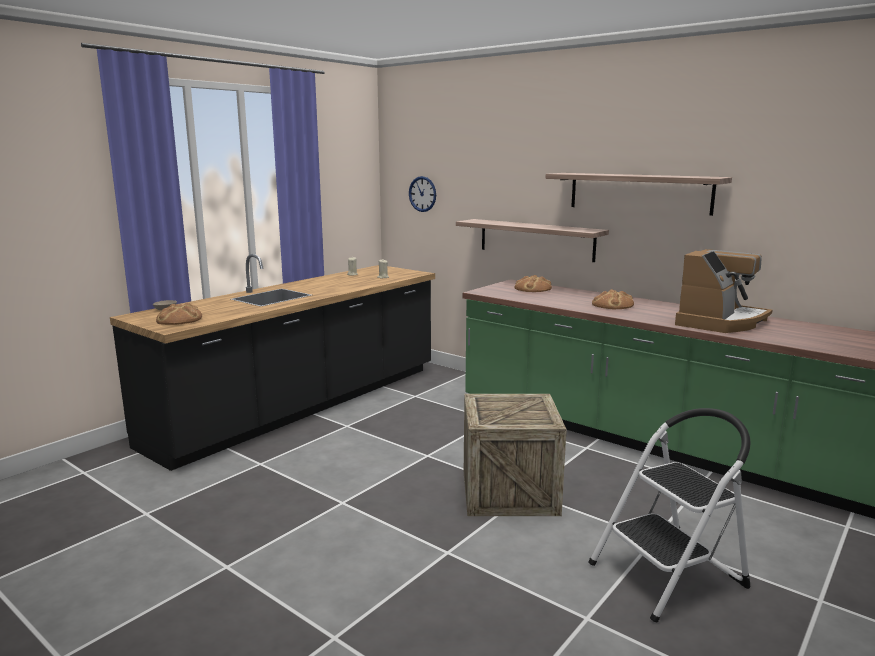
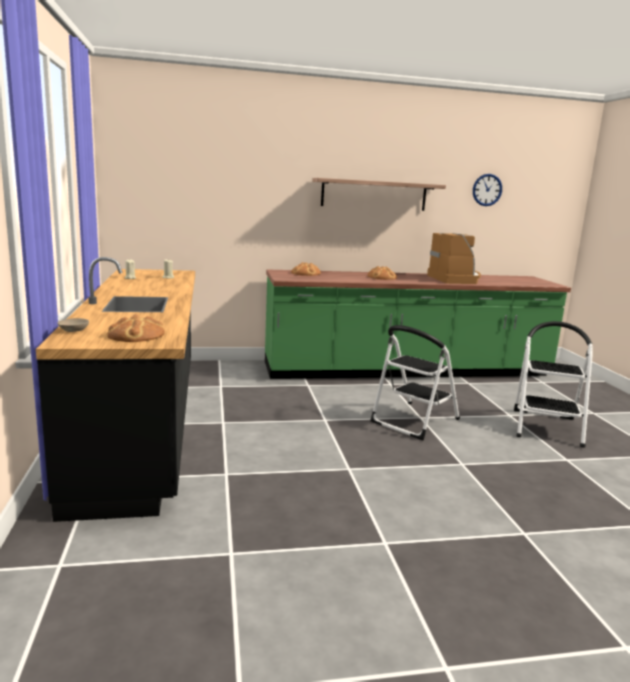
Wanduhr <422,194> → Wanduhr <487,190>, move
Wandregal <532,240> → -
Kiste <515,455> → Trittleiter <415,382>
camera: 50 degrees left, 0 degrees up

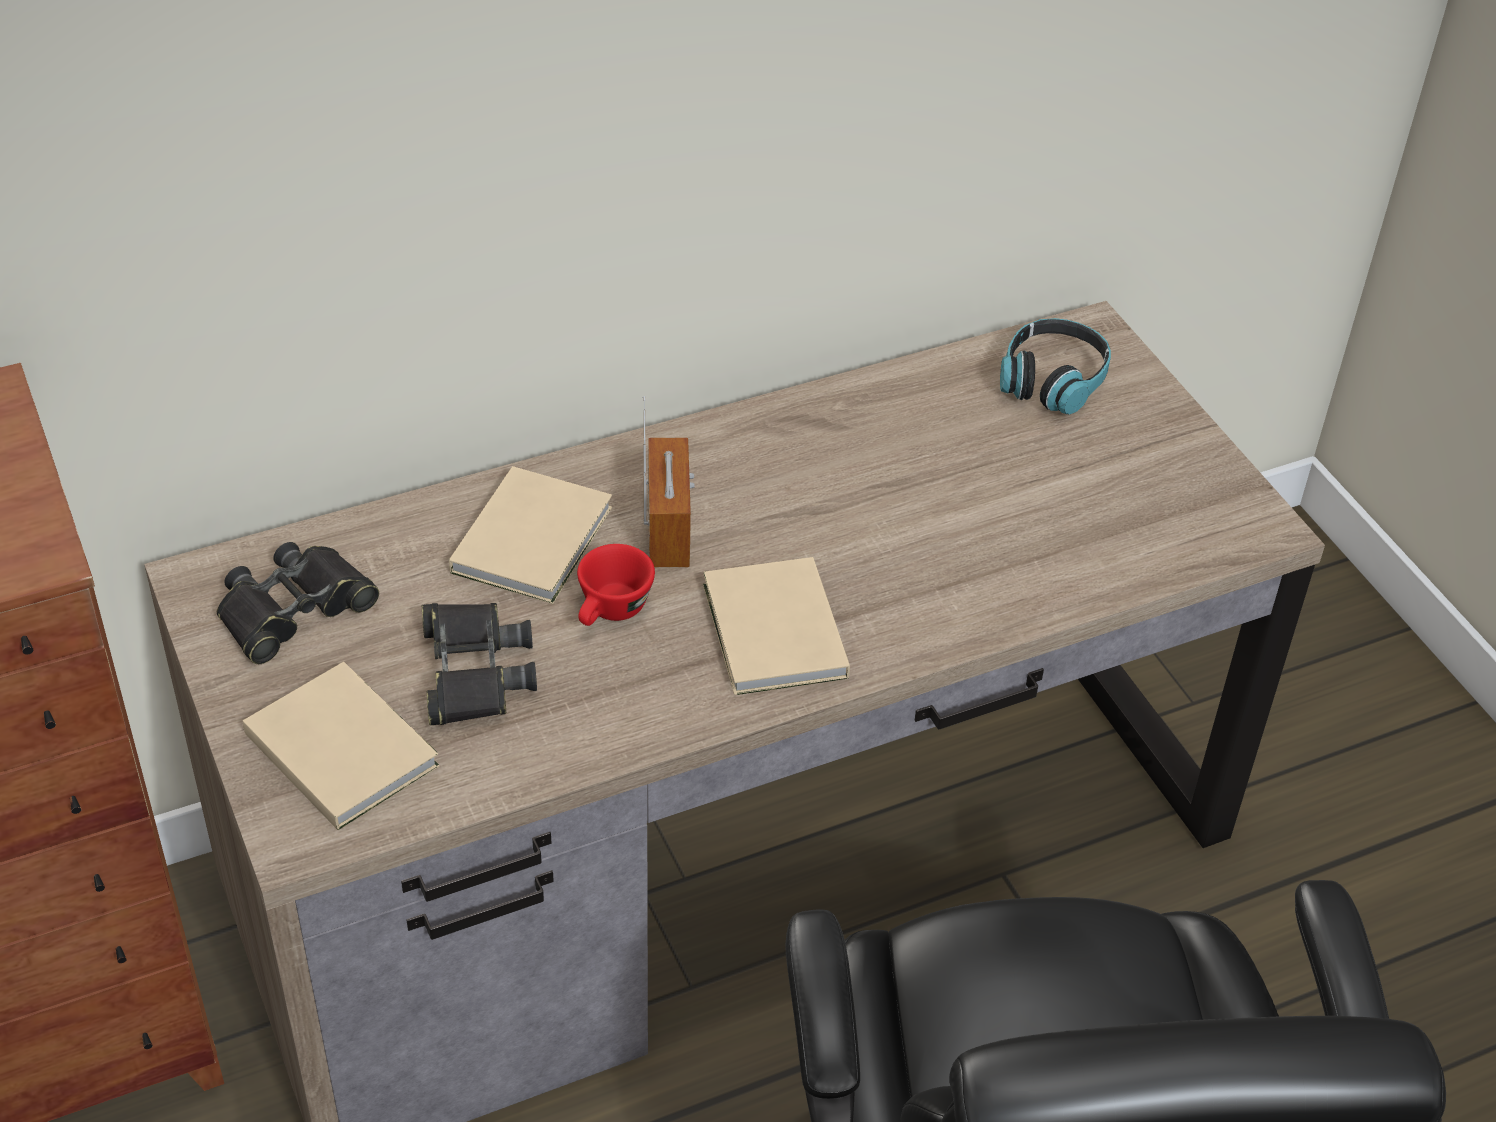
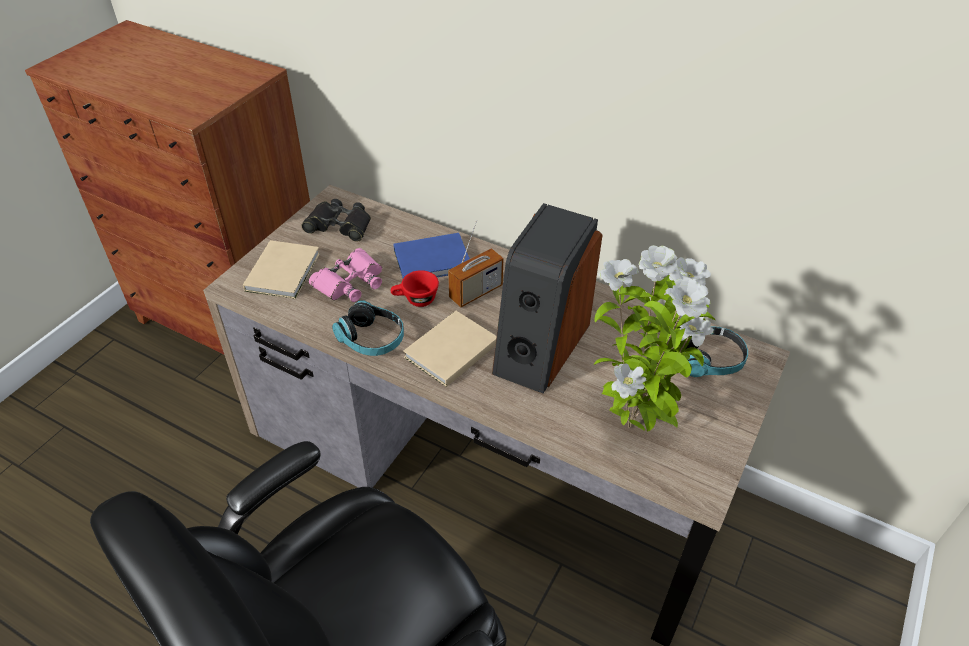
Fernglas [schwarz] <479,664> → Fernglas [rosa] <345,275>
Buch [beige] <530,535> → Buch [blau] <431,255>
- → Kopfhörer <368,328>
- → Lautsprecher <547,298>
- → Topfpflanze <655,338>
camera: 55 degrees right, 0 degrees up

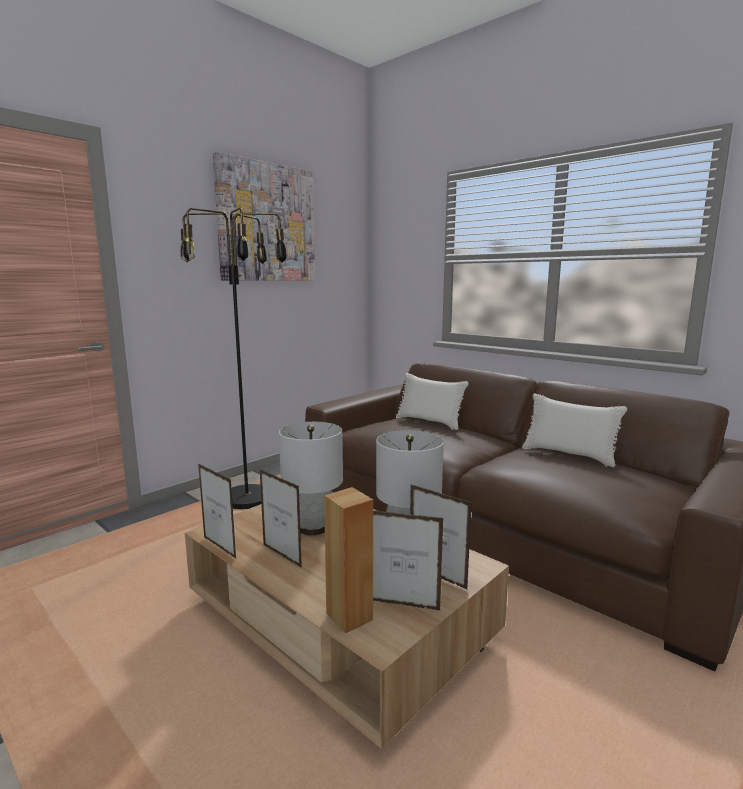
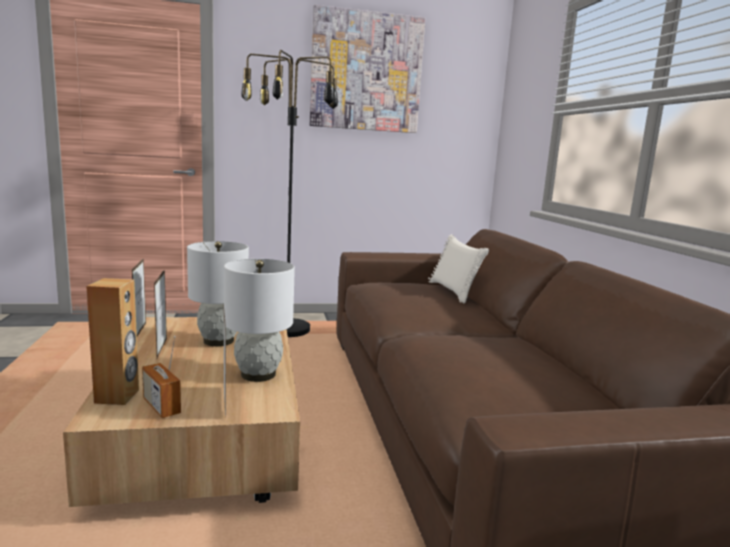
Bilderrahmen <408,561> → Radio <161,377>
Kissen [weiß] <574,430> → -
camera: 35 degrees right, 0 degrees up

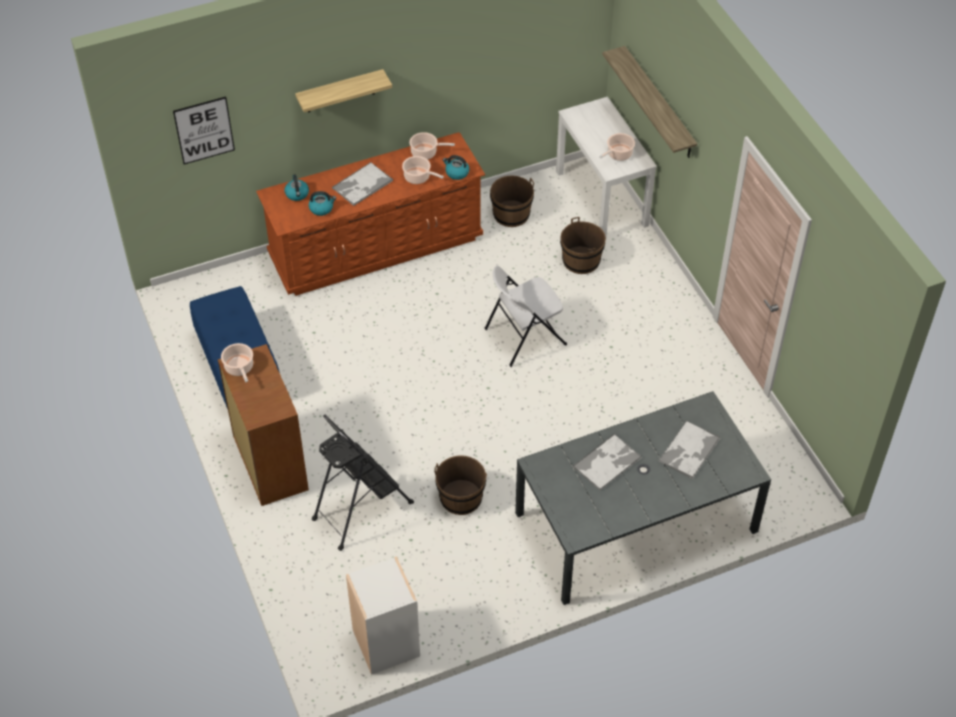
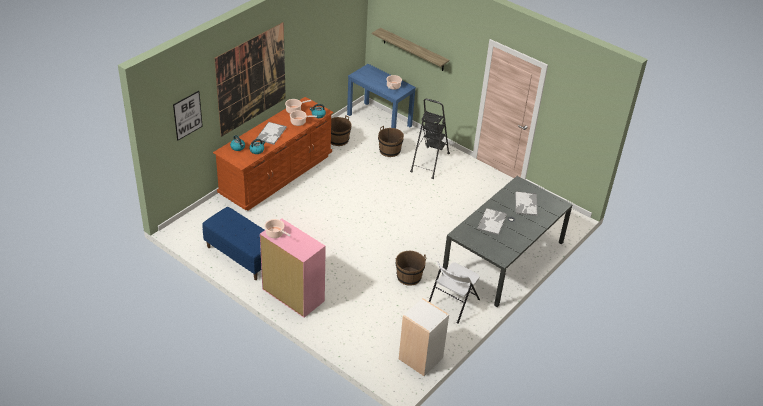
Schrank [braun] <263,425> → Schrank [rosa] <293,268>
Wandregal <343,91> → Bild <250,79>
Trittleiter <363,482> → Trittleiter <430,139>, move
Stuhl [weiß] <526,316> → Stuhl [weiß] <454,292>, move
Konsolentisch [weiß] <606,166> → Konsolentisch [blau] <381,96>
camera: 30 degrees left, 10 degrees down

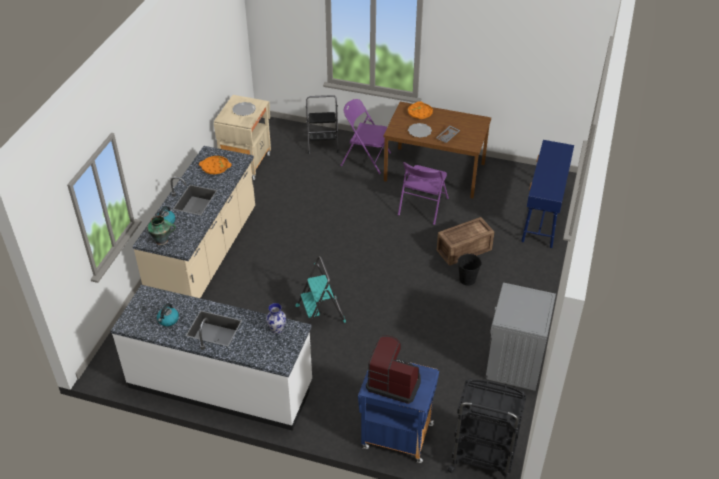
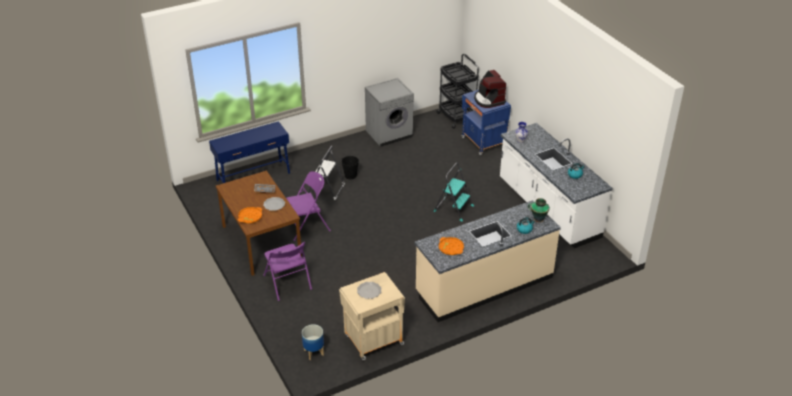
Trittleiter [schwarz] <323,124> → -
Kiste <466,241> → Trittleiter [weiß] <326,172>
- → Pflanzkübel <313,342>
camera: 135 degrees left, 5 degrees down

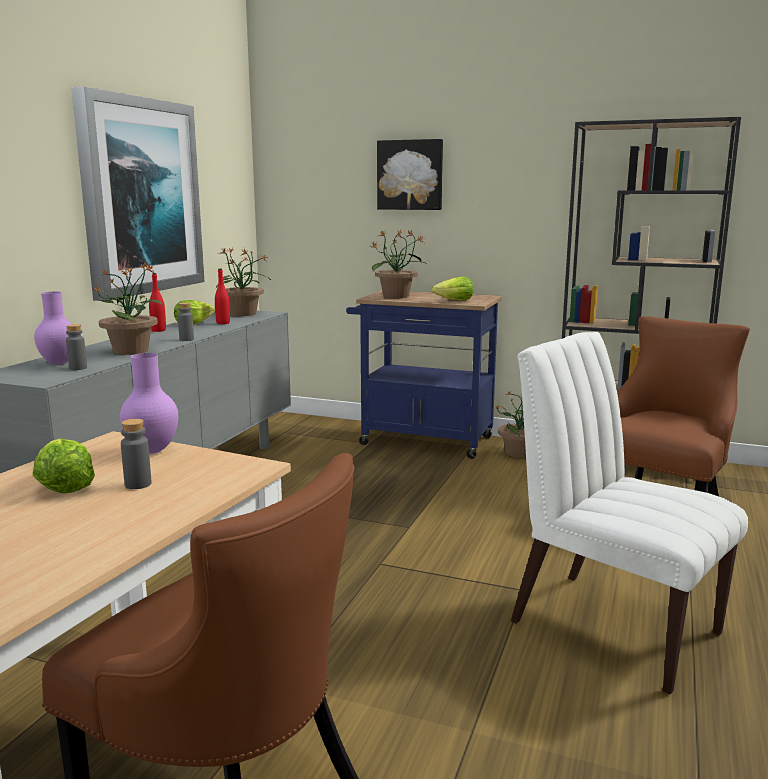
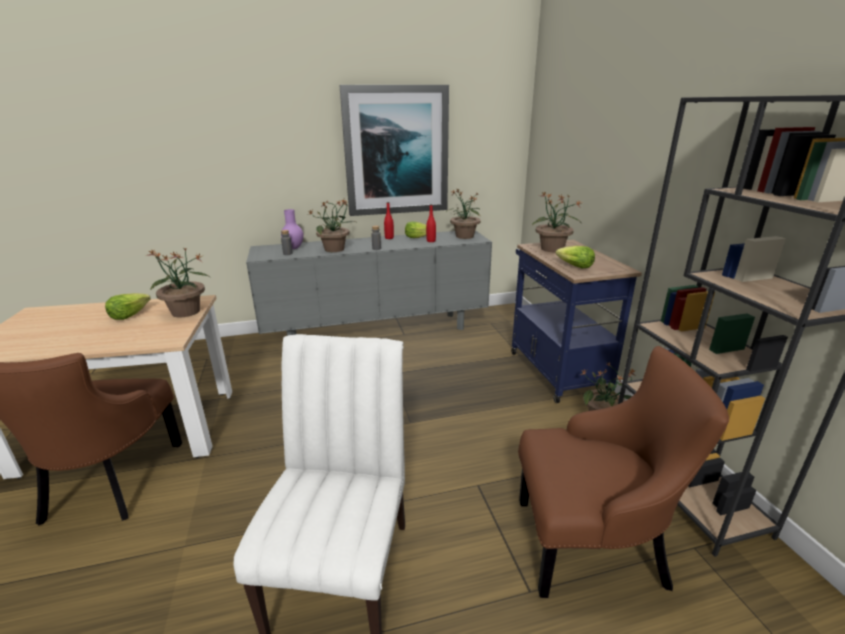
Vase [lila] <149,403> → Topfpflanze <177,283>
Flasche [grau] <136,454> → -
Bild <410,174> → -
camera: 55 degrees right, 10 degrees up

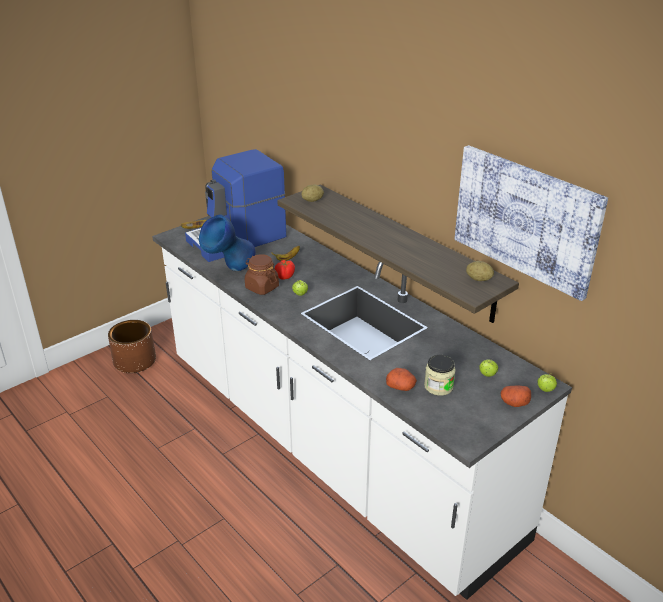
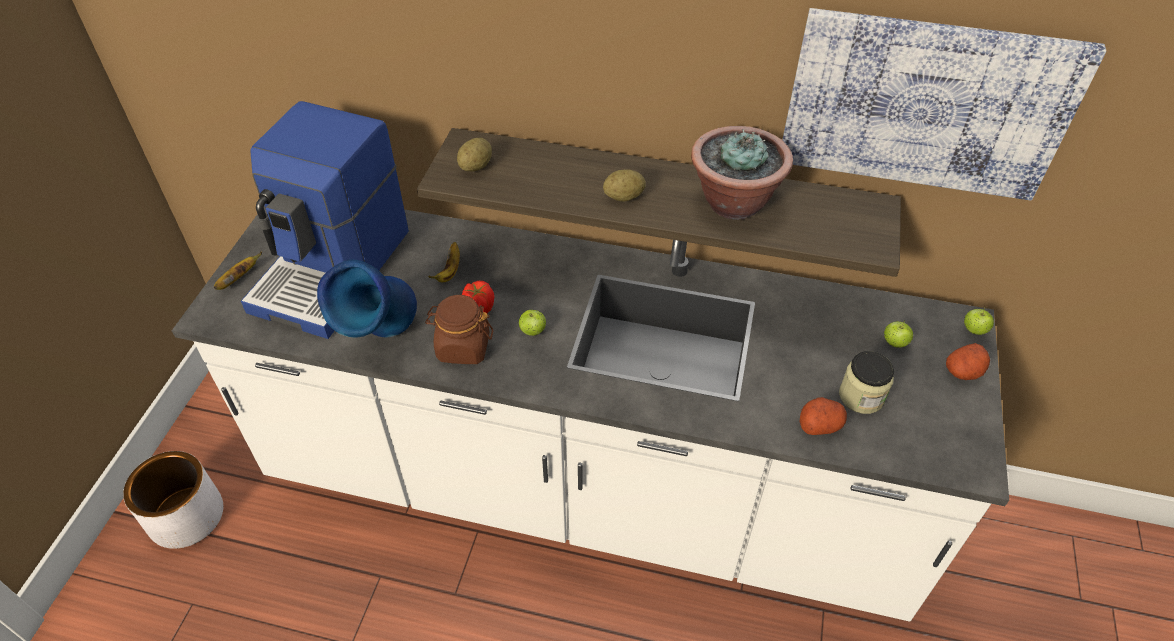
Pflanzkübel [braun] <132,346> → Pflanzkübel [weiß] <173,500>
Kartoffel <480,271> → Kartoffel <624,185>, move
- → Topfpflanze <742,173>
camera: 35 degrees left, 15 degrees up

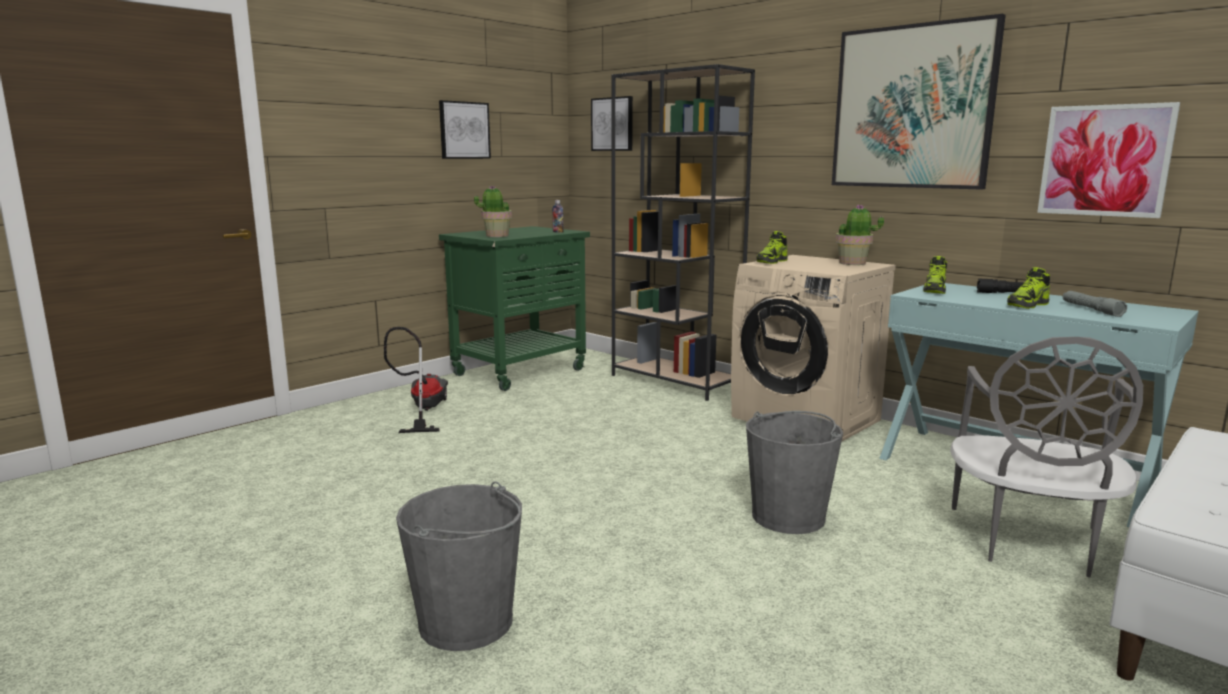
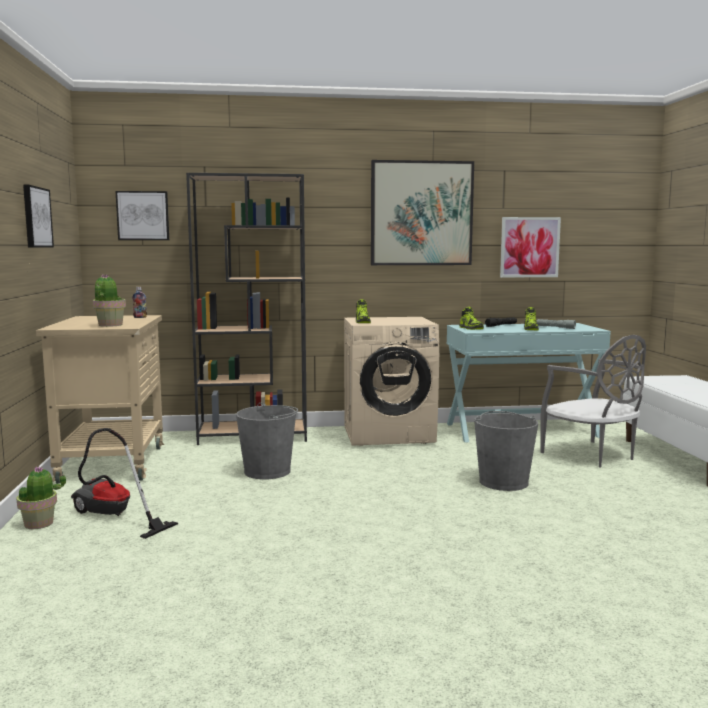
Eimer [grau] <459,566> → Eimer [grau] <267,441>, move
Rollwagen [grün] <514,308> → Rollwagen [beige] <100,399>
Topfpflanze <860,235> → Topfpflanze <41,497>, move
camera: 50 degrees left, 5 degrees down

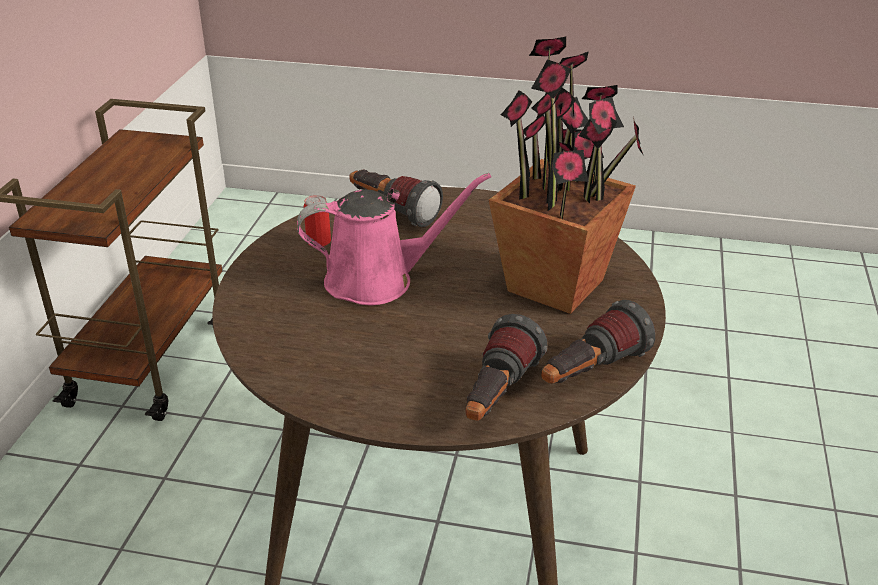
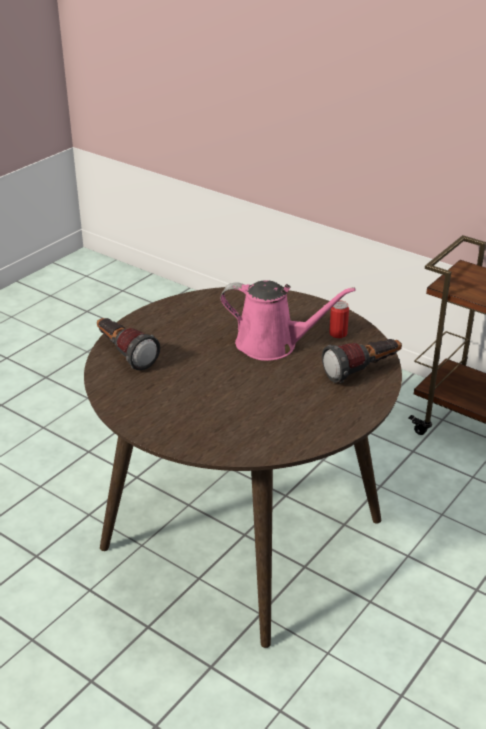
Gießkanne [rosa] <394,239> → Gießkanne [rosa] <288,320>, 90 degrees counterclockwise
Topfpflanze <566,175> → -
Taschenlampe <598,342> → -
camera: 115 degrees right, 0 degrees up

